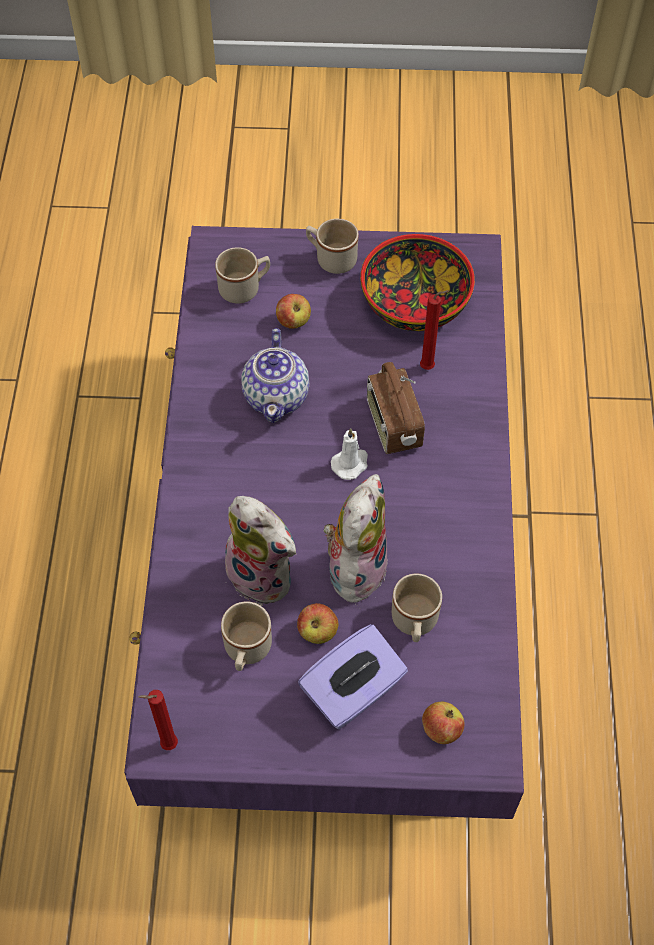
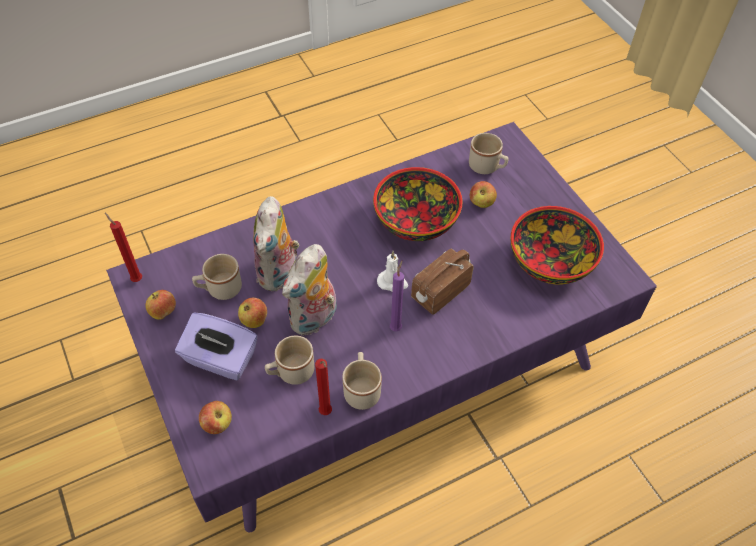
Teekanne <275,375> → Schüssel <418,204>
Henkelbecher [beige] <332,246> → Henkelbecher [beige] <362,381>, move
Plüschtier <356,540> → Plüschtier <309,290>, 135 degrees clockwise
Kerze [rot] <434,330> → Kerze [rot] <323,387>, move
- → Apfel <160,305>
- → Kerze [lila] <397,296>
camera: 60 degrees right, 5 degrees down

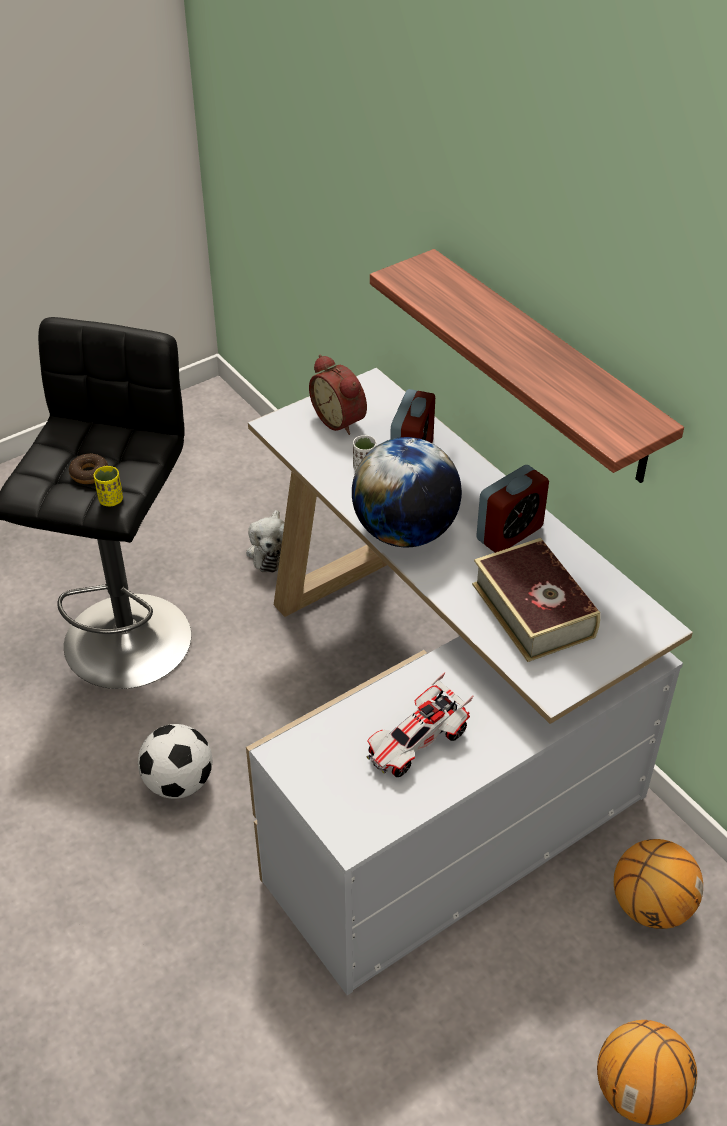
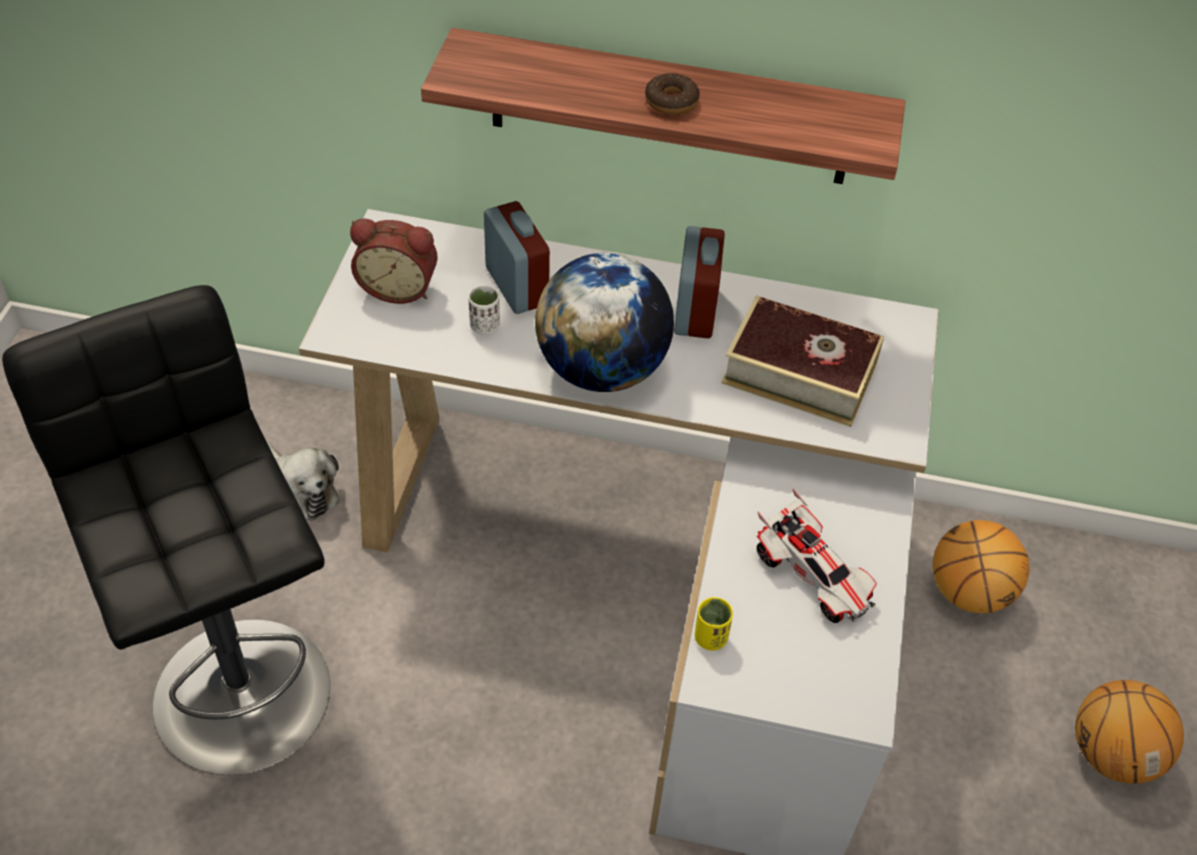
Donut <88,469> → Donut <672,94>, move
Tasse [gelb] <108,486> → Tasse [gelb] <714,624>, move
Fußball <175,761> → -
Spielzeugauto <419,724> → Spielzeugauto <817,555>, 45 degrees counterclockwise
camera: 45 degrees left, 5 degrees up

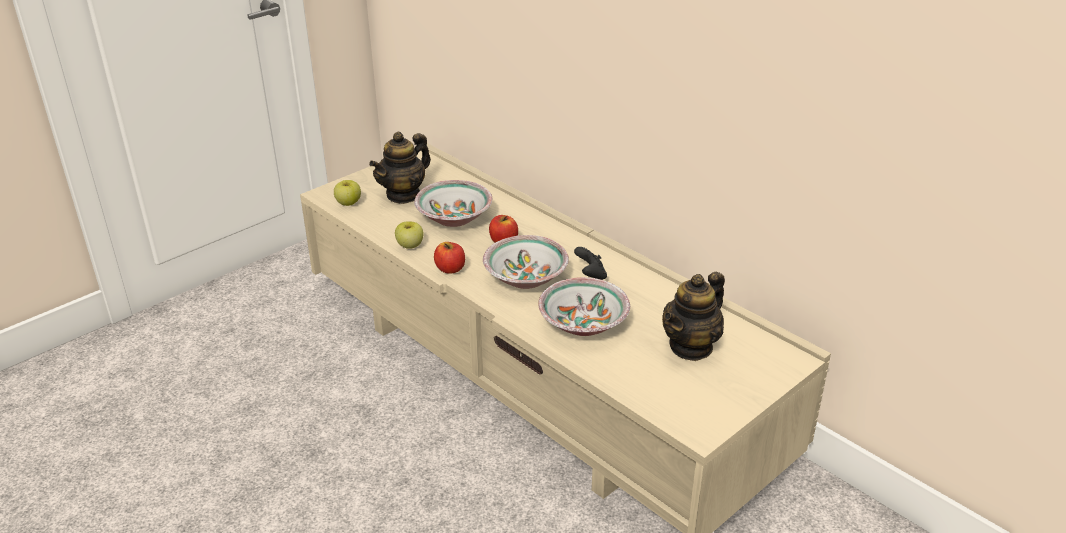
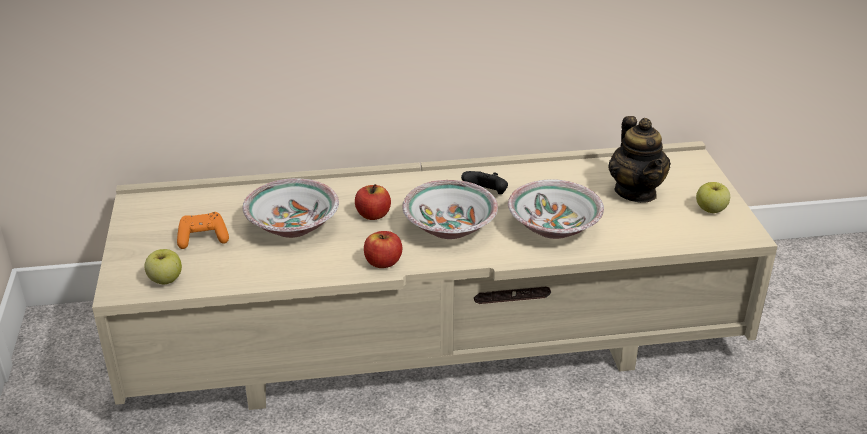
Teekanne <400,168> → Gamepad [orange] <203,230>
Apfel <409,235> → Apfel <713,197>, move
camera: 55 degrees left, 0 degrees up

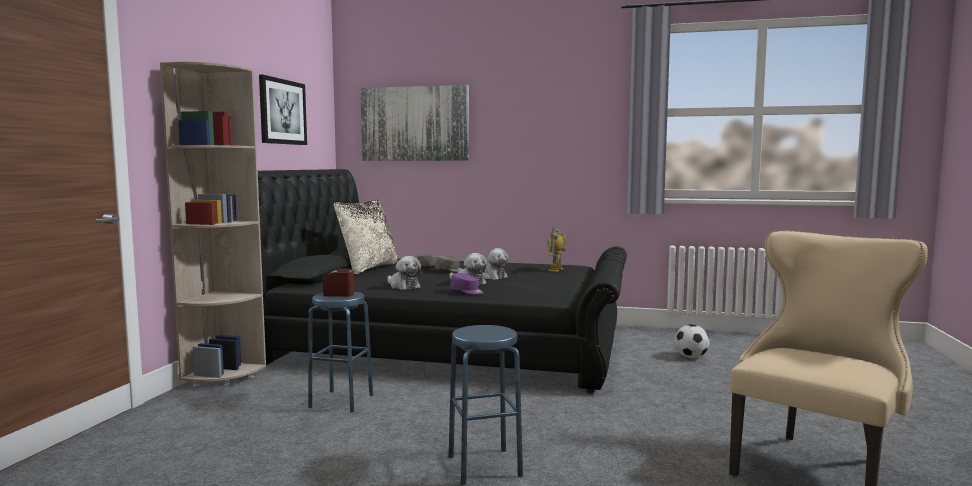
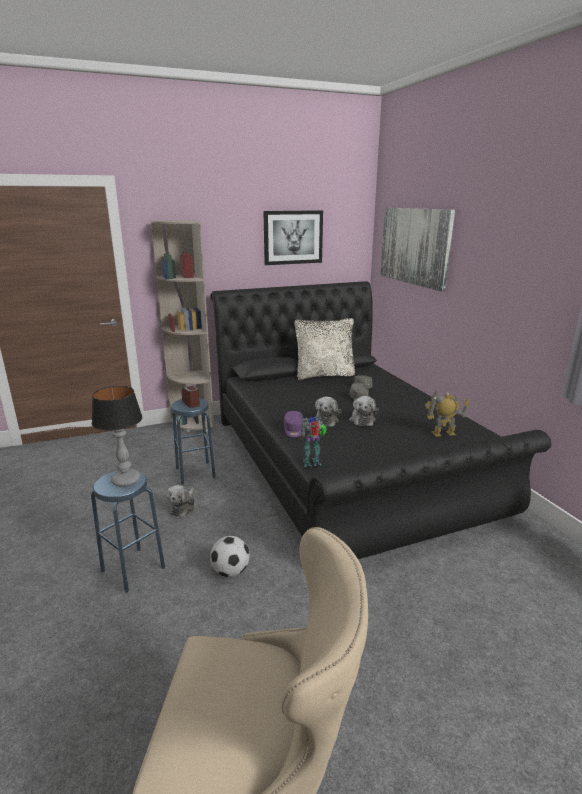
Plüschtier <404,273> → Plüschtier <181,501>, move
Fußball <691,341> → Fußball <229,556>, move
- → Tischlampe <117,436>
- → Spielzeugroboter <313,442>
camera: 55 degrees right, 15 degrees up

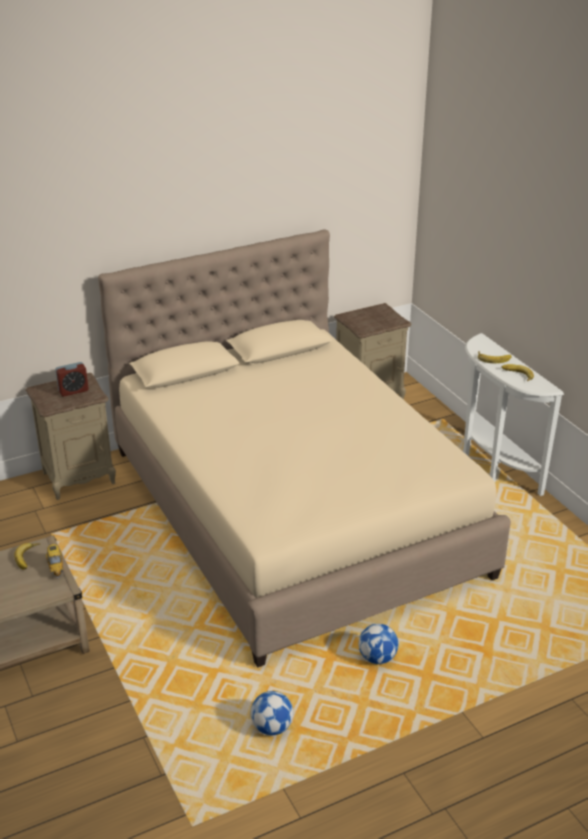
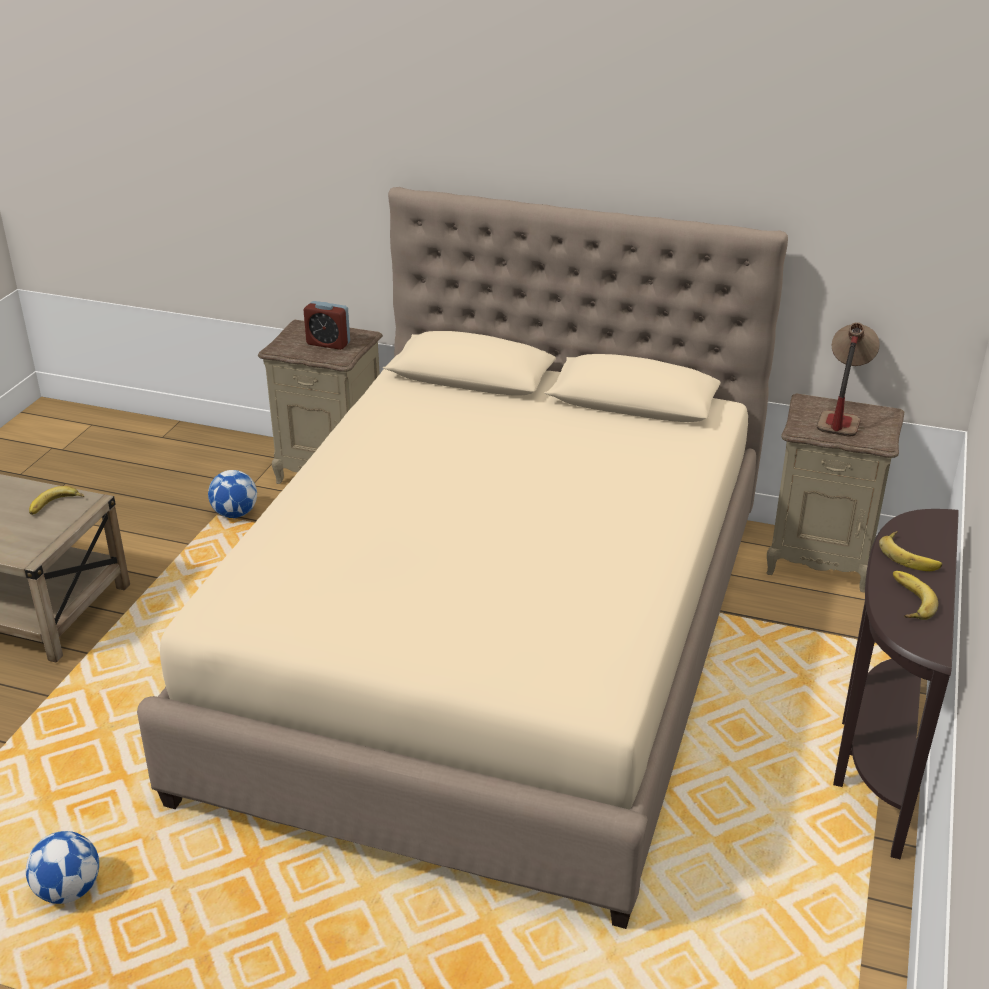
Spielzeugauto <54,561> → -
Fußball <378,644> → Fußball <232,494>, move
Konsolentisch [weiß] <513,414> → Konsolentisch [braun] <896,684>
- → Tischlampe <848,379>
camera: 45 degrees right, 0 degrees up

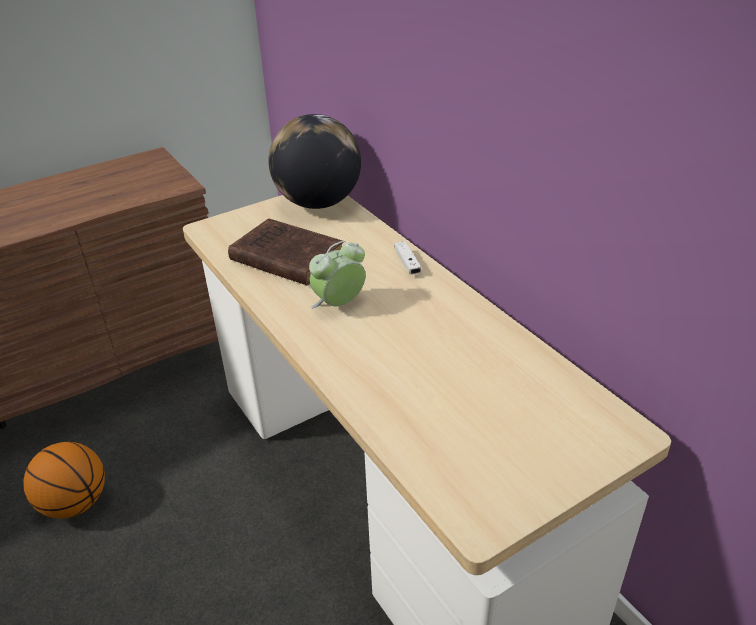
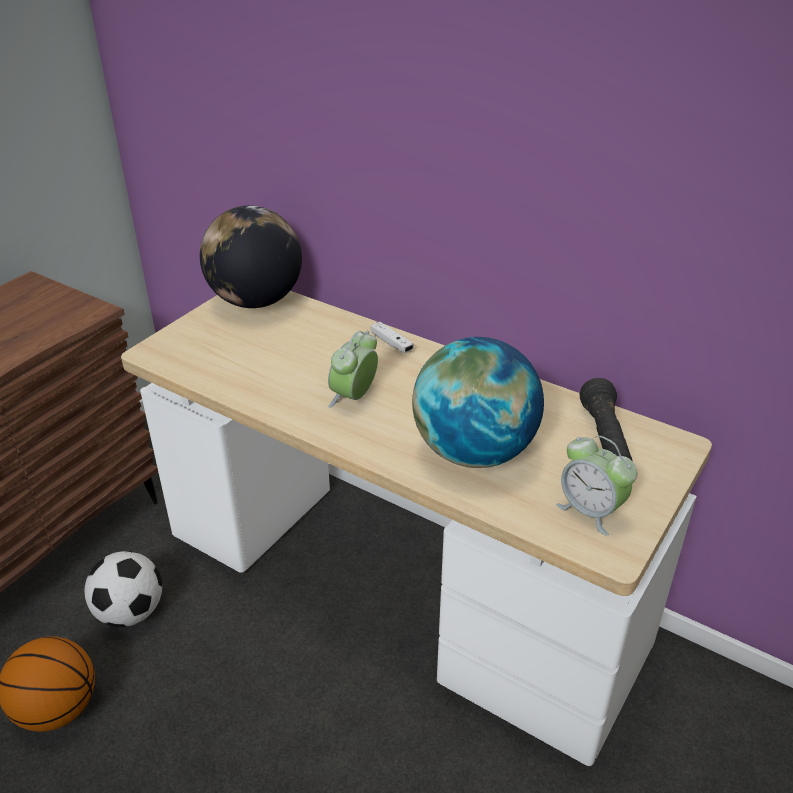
Buch [braun] <286,252> → -
- → Fußball <123,589>
- → Globus <478,402>
- → Wecker <596,486>
- → Taschenlampe [schwarz] <606,419>
camera: 25 degrees left, 0 degrees up

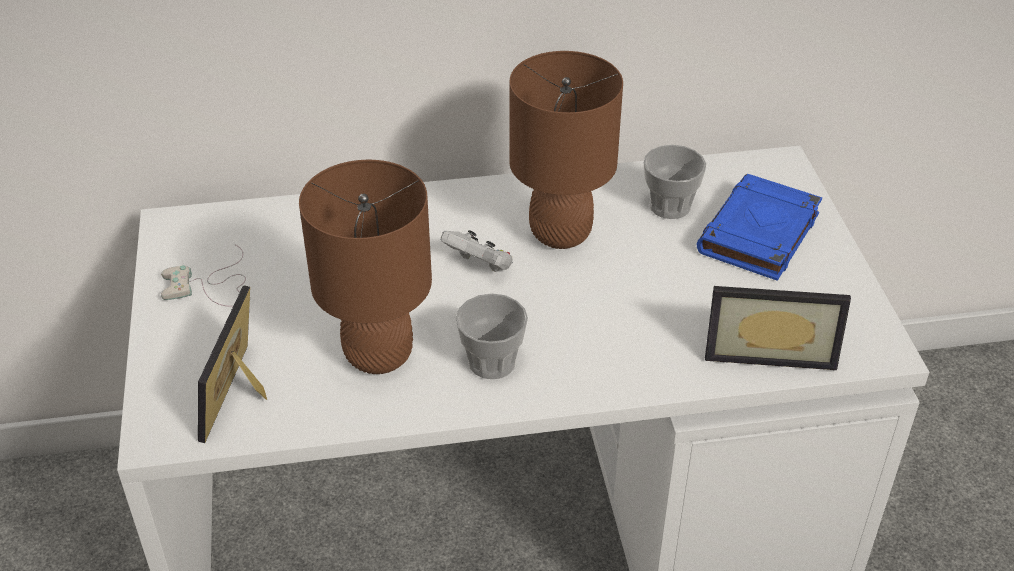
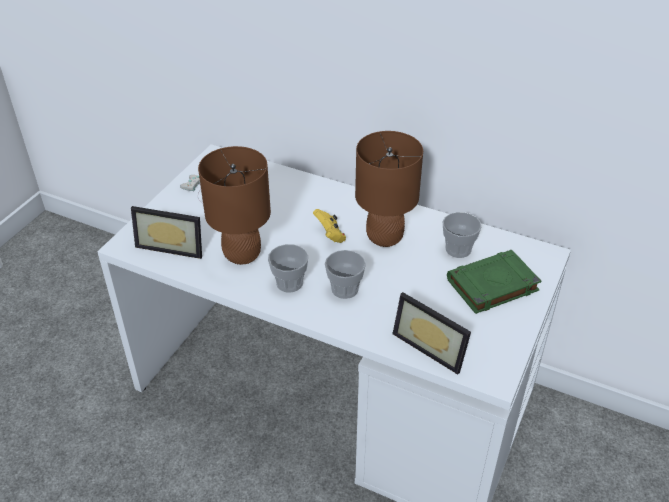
Bilderrahmen <232,364> → Bilderrahmen <166,232>, 120 degrees counterclockwise
Gamepad [weiß] <477,251> → Gamepad [gelb] <329,226>
Buch [blau] <759,227> → Buch [grün] <494,282>
- → Tasse <345,274>
camera: 35 degrees right, 0 degrees up

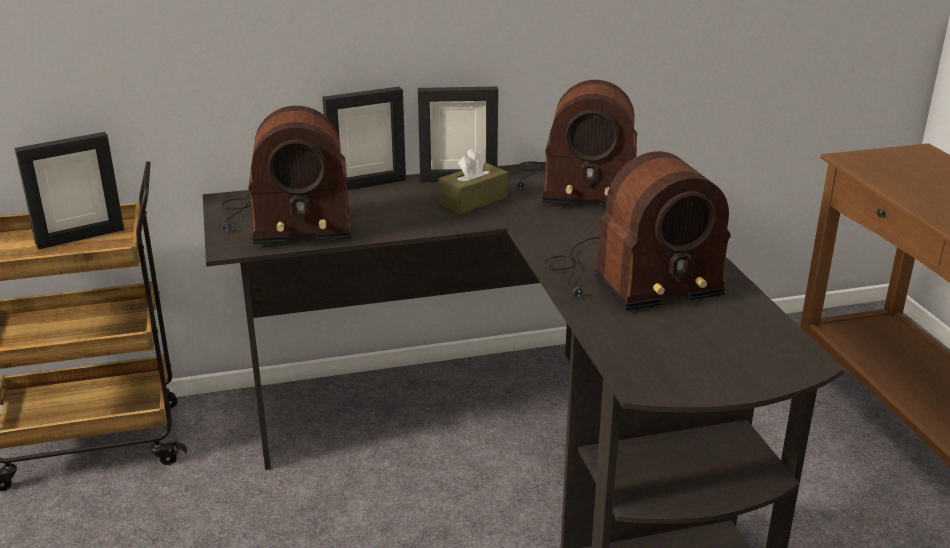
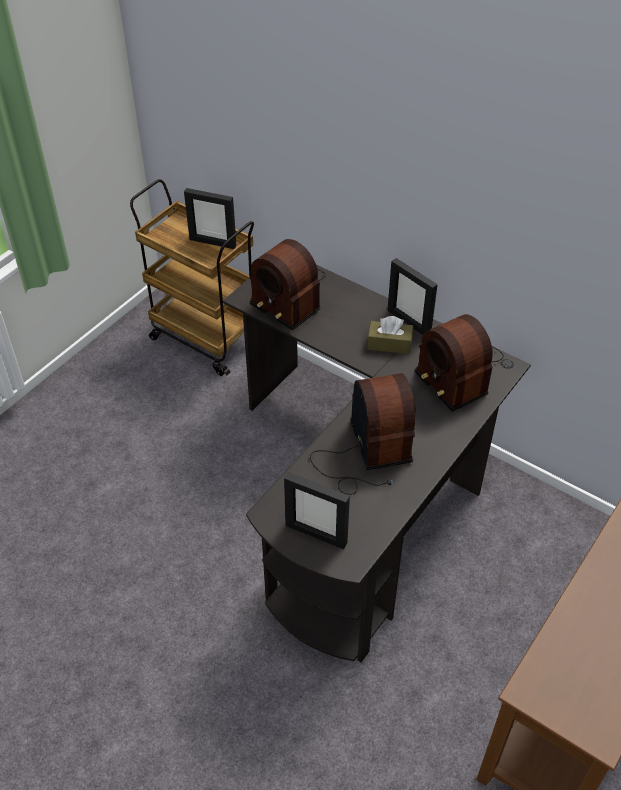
Bilderrahmen <364,138> → Bilderrahmen <317,510>, move
Radio <637,231> → Radio <362,434>, 135 degrees counterclockwise
camera: 50 degrees right, 20 degrees up

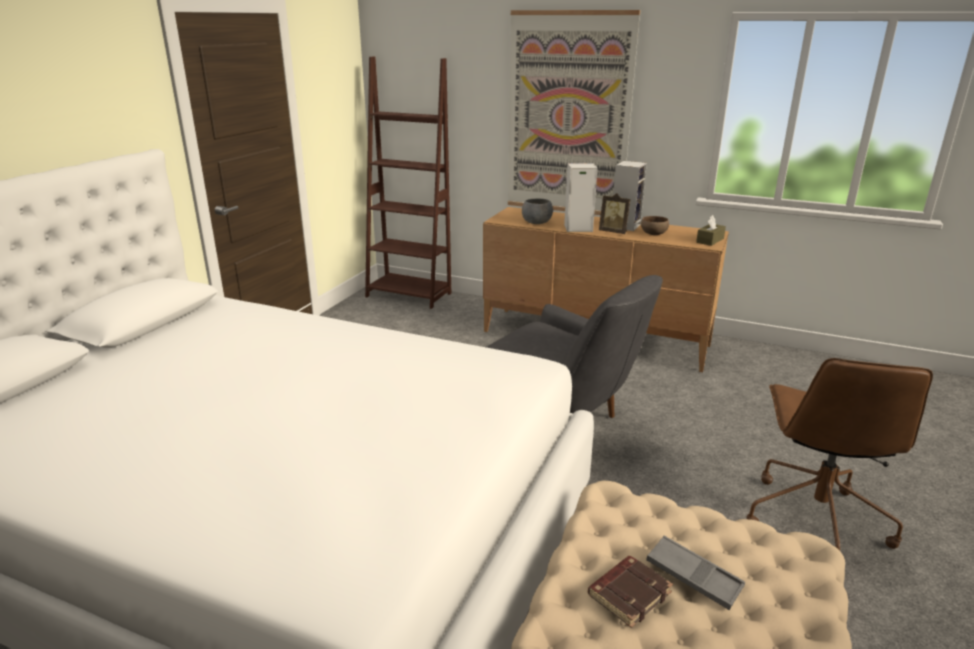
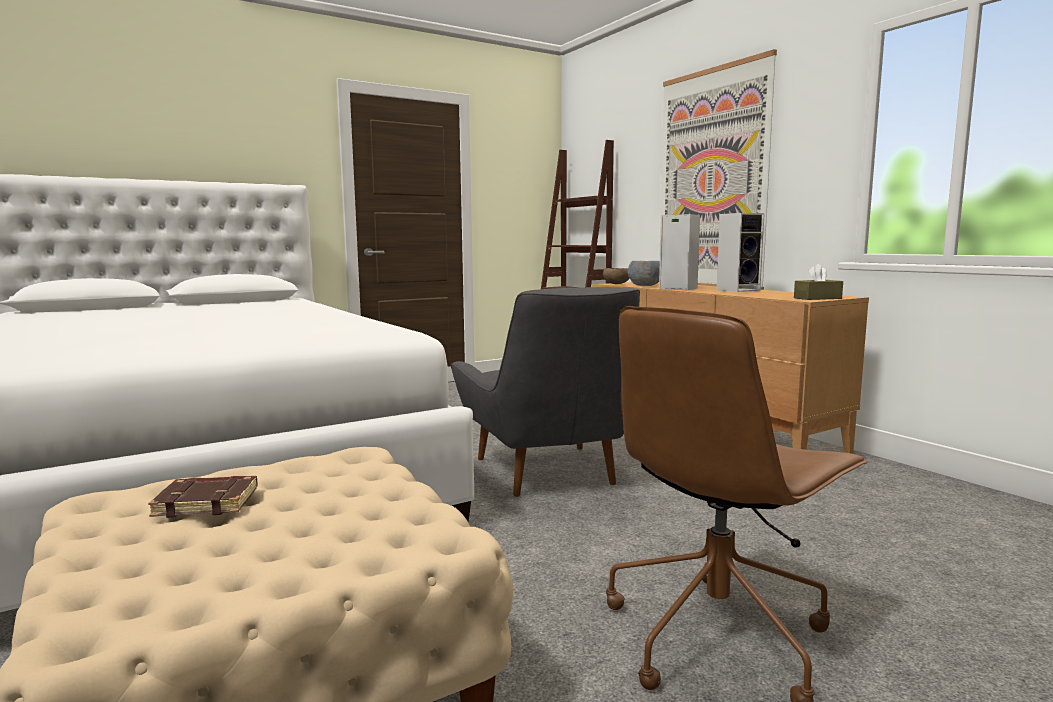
Bilderrahmen <614,213> → -
Schüssel [braun] <655,225> → Schüssel [braun] <616,276>, move
Tablett [grau] <695,572> → -
camera: 35 degrees right, 15 degrees down

